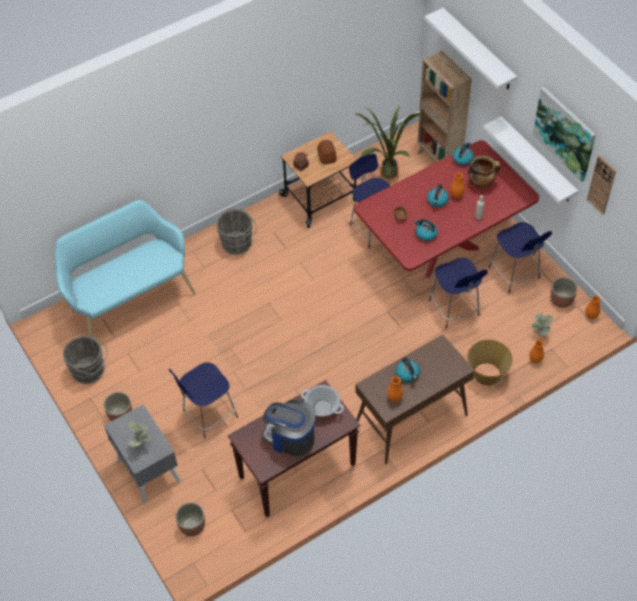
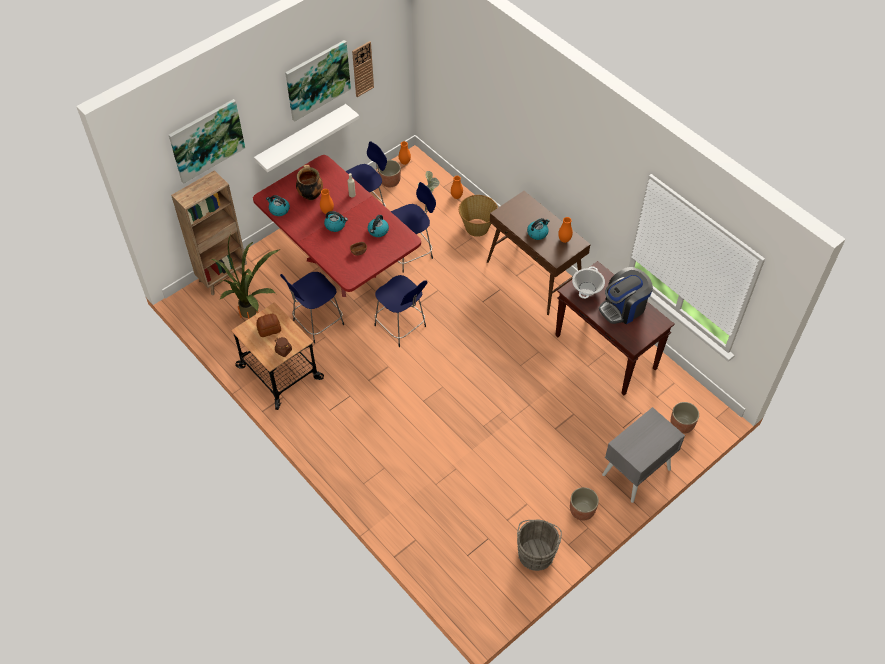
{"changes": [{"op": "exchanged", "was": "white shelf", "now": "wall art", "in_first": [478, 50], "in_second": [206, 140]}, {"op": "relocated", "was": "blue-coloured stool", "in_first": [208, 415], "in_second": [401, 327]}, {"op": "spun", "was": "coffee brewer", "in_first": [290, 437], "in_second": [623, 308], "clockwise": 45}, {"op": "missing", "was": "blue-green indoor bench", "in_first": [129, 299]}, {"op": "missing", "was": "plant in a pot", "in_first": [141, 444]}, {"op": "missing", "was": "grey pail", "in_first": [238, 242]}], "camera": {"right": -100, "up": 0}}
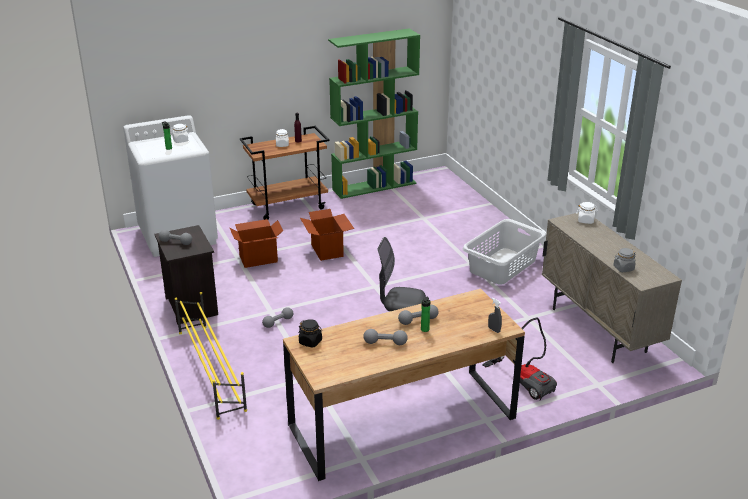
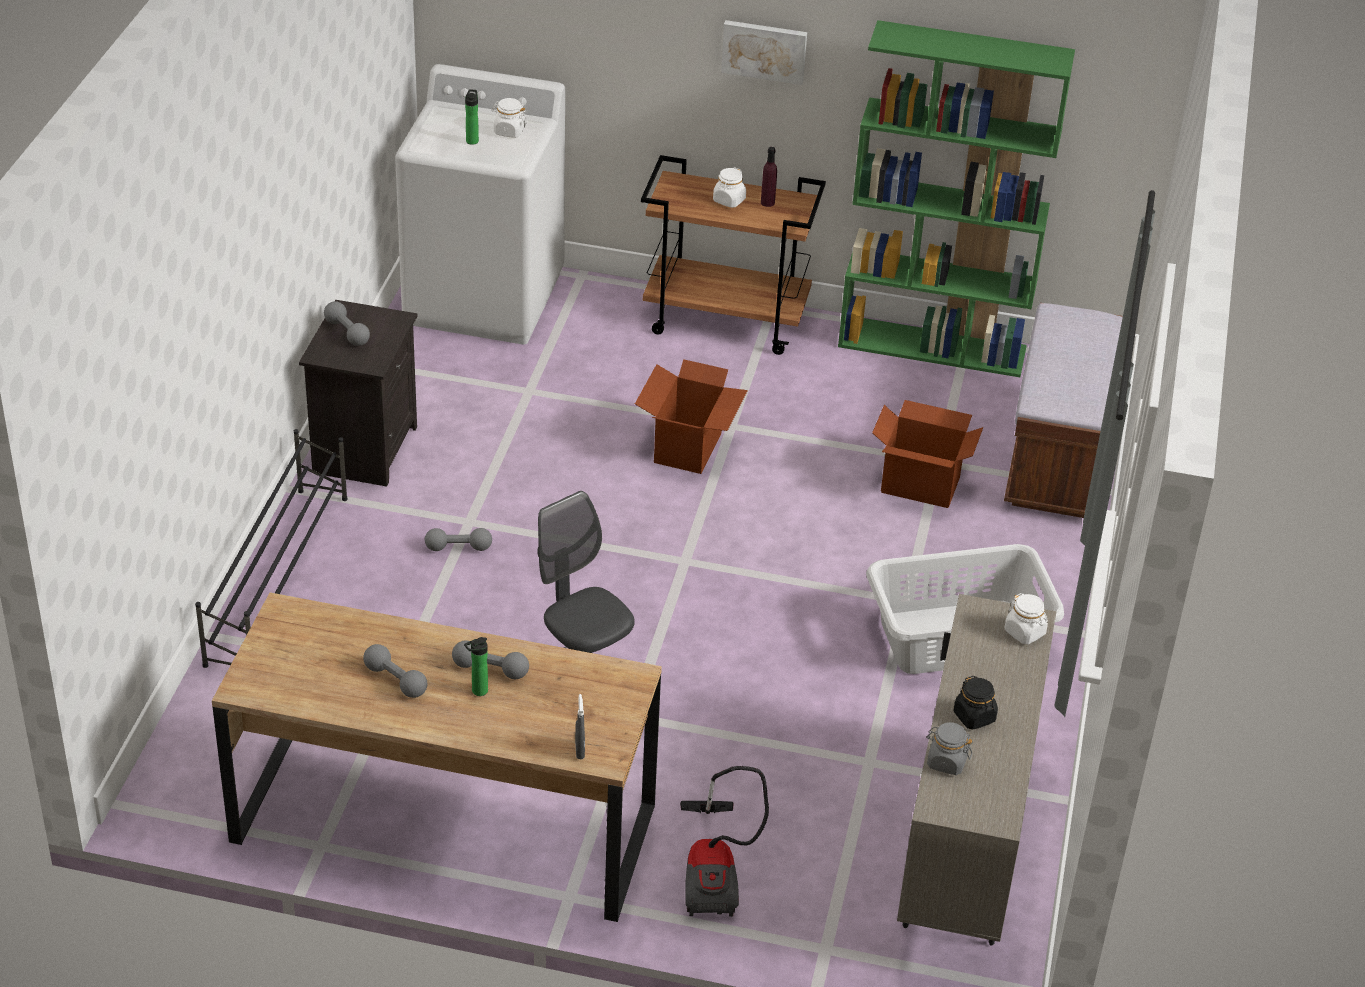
{"changes": [{"op": "colour", "was": "yellow shoe stand", "now": "black shoe stand", "in_first": [211, 369], "in_second": [279, 578]}, {"op": "appeared", "now": "wall art", "in_second": [764, 50]}, {"op": "relocated", "was": "cardboard box", "in_first": [258, 258], "in_second": [920, 484]}, {"op": "relocated", "was": "black jar", "in_first": [310, 342], "in_second": [974, 717]}, {"op": "appeared", "now": "brown indoor bench", "in_second": [1060, 458]}], "camera": {"right": 35, "up": 10}}
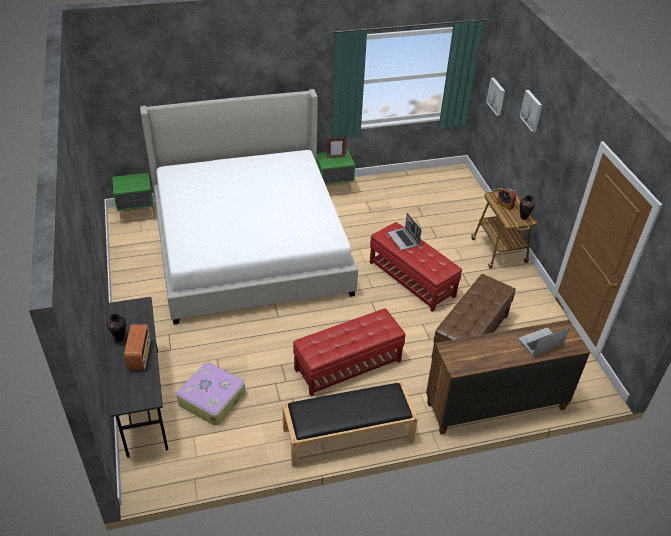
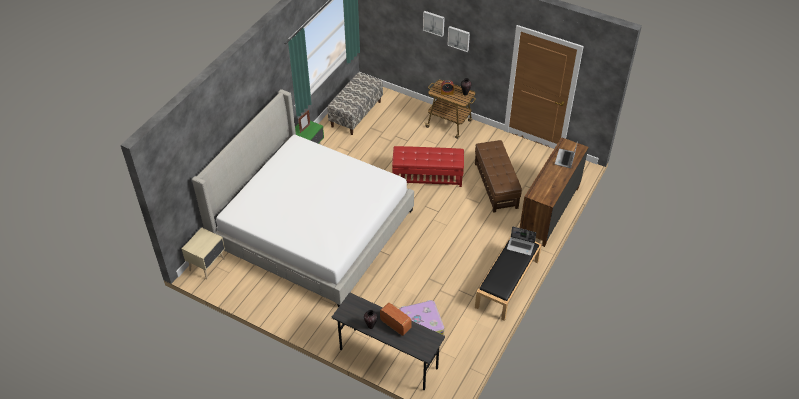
{"changes": [{"op": "colour", "was": "green night table", "now": "sand-coloured night table", "in_first": [137, 214], "in_second": [208, 264]}, {"op": "appeared", "now": "indoor bench", "in_second": [356, 114]}, {"op": "relocated", "was": "wall art", "in_first": [496, 96], "in_second": [459, 38]}, {"op": "relocated", "was": "portable computer", "in_first": [404, 239], "in_second": [521, 246]}, {"op": "missing", "was": "red-coloured footrest", "in_first": [348, 365]}], "camera": {"right": -45, "up": 5}}
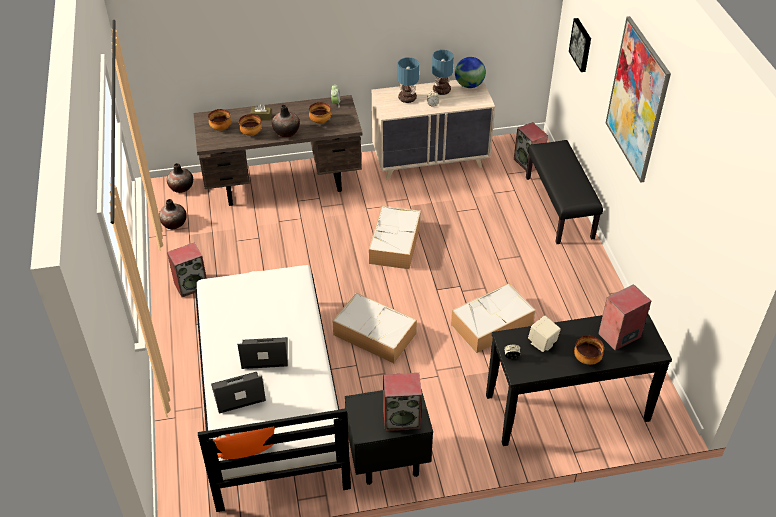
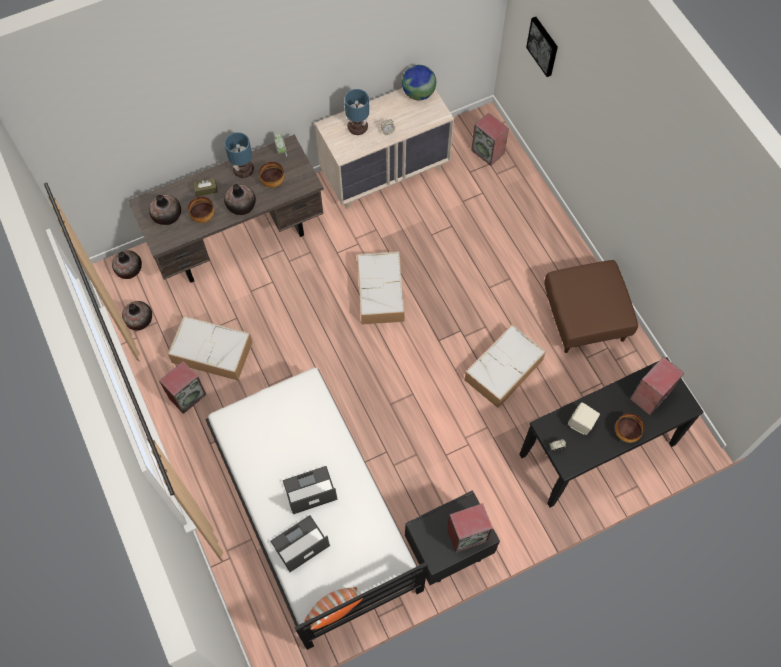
{"changes": [{"op": "exchanged", "was": "deep dish", "now": "flower vase", "in_first": [221, 128], "in_second": [167, 216]}, {"op": "relocated", "was": "storage box", "in_first": [376, 334], "in_second": [213, 352]}, {"op": "relocated", "was": "table lamp", "in_first": [441, 91], "in_second": [243, 171]}, {"op": "appeared", "now": "brown footrest", "in_second": [585, 317]}, {"op": "missing", "was": "black indoor bench", "in_first": [559, 207]}, {"op": "missing", "was": "wall art", "in_first": [637, 100]}], "camera": {"right": -15, "up": 20}}
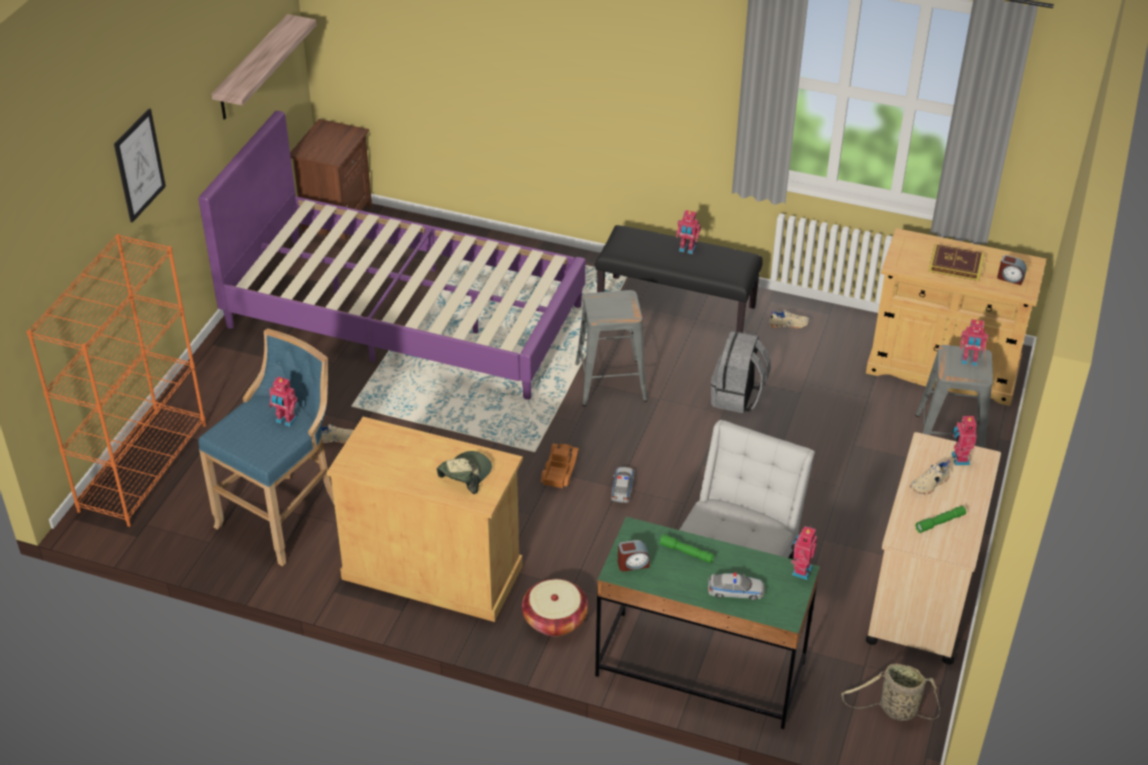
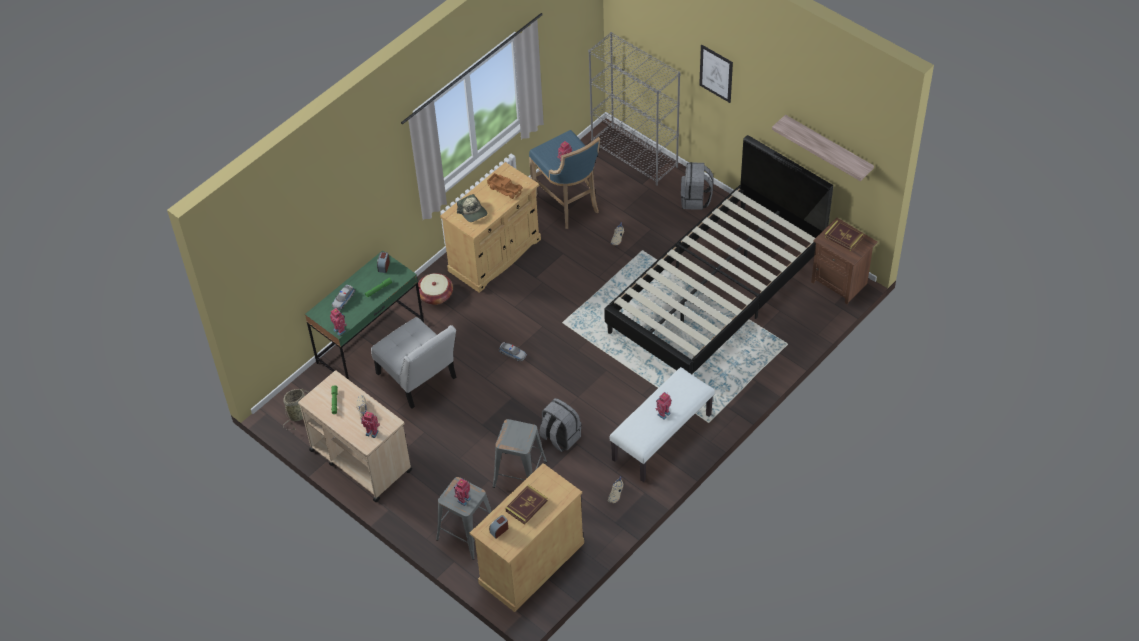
{"changes": [{"op": "relocated", "was": "model truck", "in_first": [558, 470], "in_second": [505, 188]}, {"op": "relocated", "was": "grey stool", "in_first": [610, 381], "in_second": [520, 474]}, {"op": "colour", "was": "orange bookcase", "now": "grey bookcase", "in_first": [143, 466], "in_second": [635, 156]}, {"op": "colour", "was": "purple-coloured bedroom bed", "now": "black bedroom bed", "in_first": [404, 316], "in_second": [716, 293]}, {"op": "colour", "was": "black indoor bench", "now": "white indoor bench", "in_first": [677, 307], "in_second": [662, 438]}, {"op": "appeared", "now": "grey knapsack", "in_second": [696, 199]}, {"op": "appeared", "now": "book", "in_second": [843, 237]}], "camera": {"right": 115, "up": 10}}
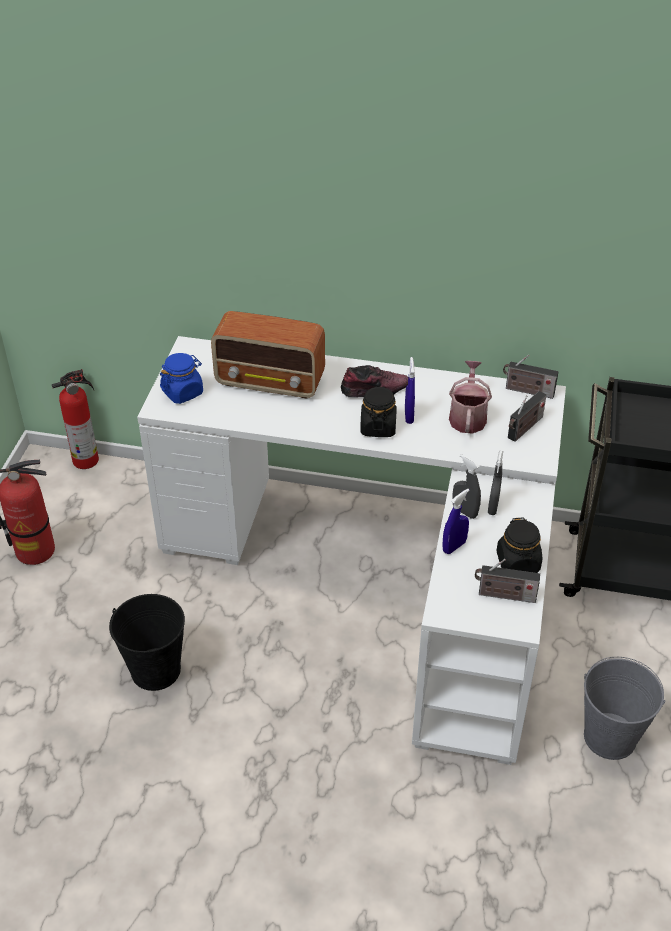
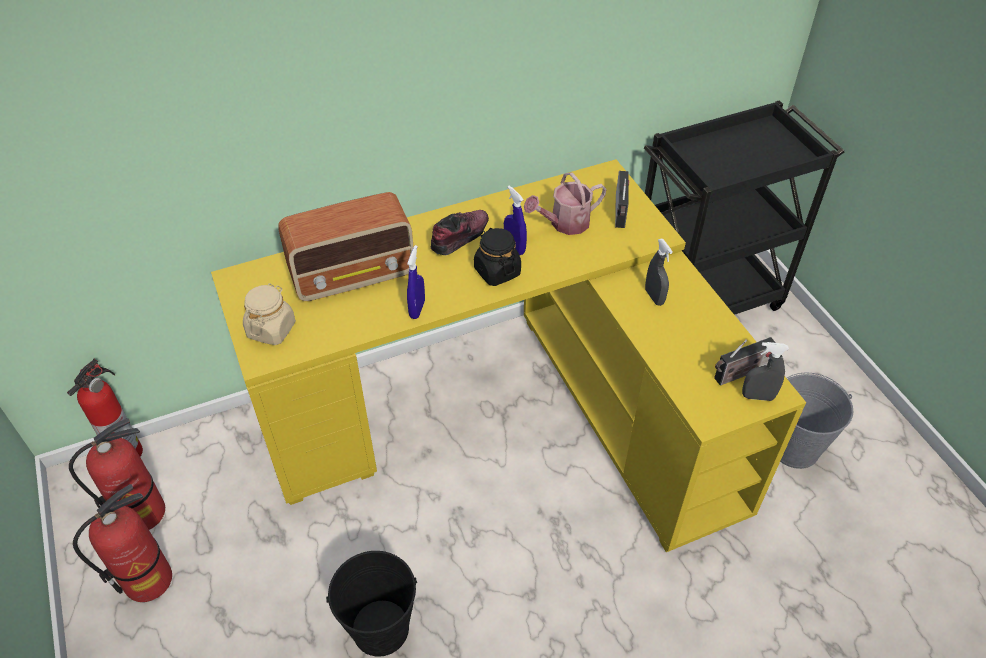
{"changes": [{"op": "appeared", "now": "extinguisher", "in_second": [143, 513]}, {"op": "colour", "was": "white desk table", "now": "yellow desk table", "in_first": [383, 574], "in_second": [510, 410]}, {"op": "colour", "was": "blue-coloured jar", "now": "sand-coloured jar", "in_first": [183, 392], "in_second": [271, 329]}, {"op": "relocated", "was": "blue-coloured hand sprayer", "in_first": [454, 546], "in_second": [417, 309]}, {"op": "spun", "was": "watering pot", "in_first": [468, 416], "in_second": [564, 223], "clockwise": -90}, {"op": "relocated", "was": "grey hand sprayer", "in_first": [464, 512], "in_second": [757, 396]}, {"op": "missing", "was": "black jar", "in_first": [518, 563]}, {"op": "missing", "was": "radio set", "in_first": [527, 391]}], "camera": {"right": -35, "up": 5}}
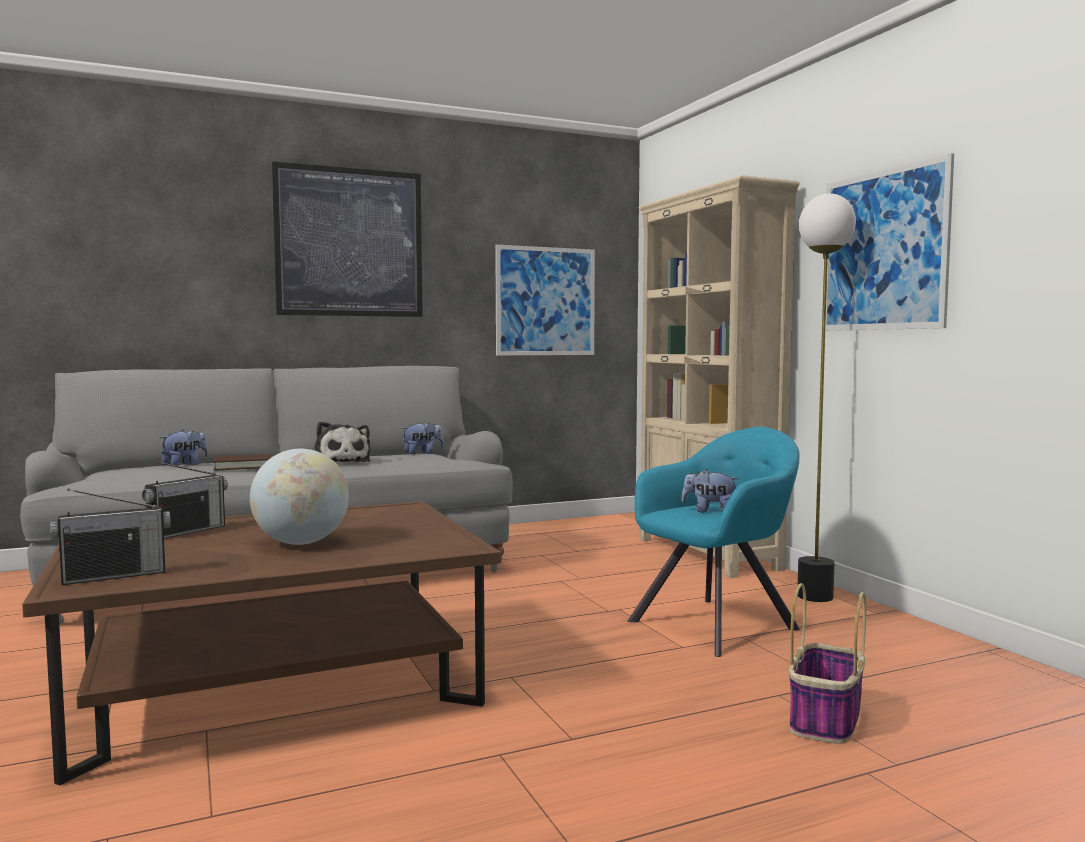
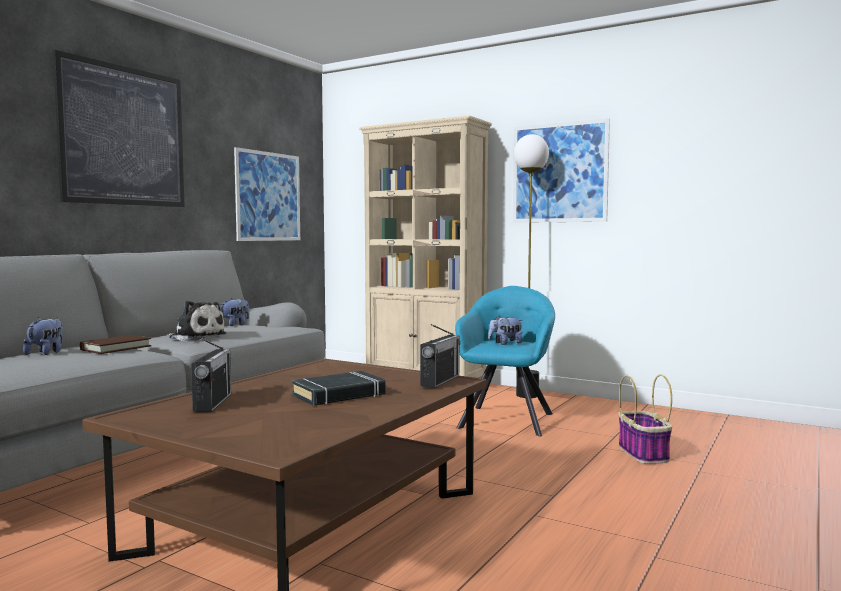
{"changes": [{"op": "exchanged", "was": "world globe", "now": "black book", "in_first": [301, 543], "in_second": [339, 395]}, {"op": "relocated", "was": "radio set", "in_first": [114, 576], "in_second": [440, 381]}], "camera": {"right": -35, "up": 0}}
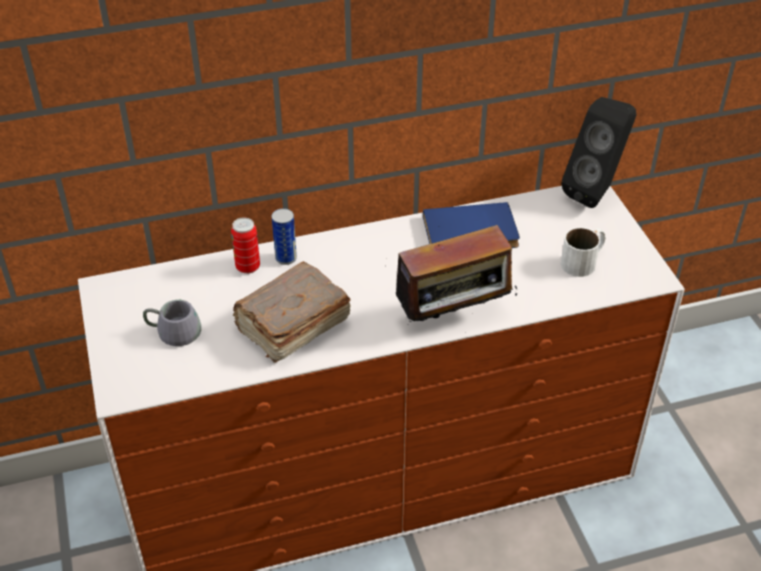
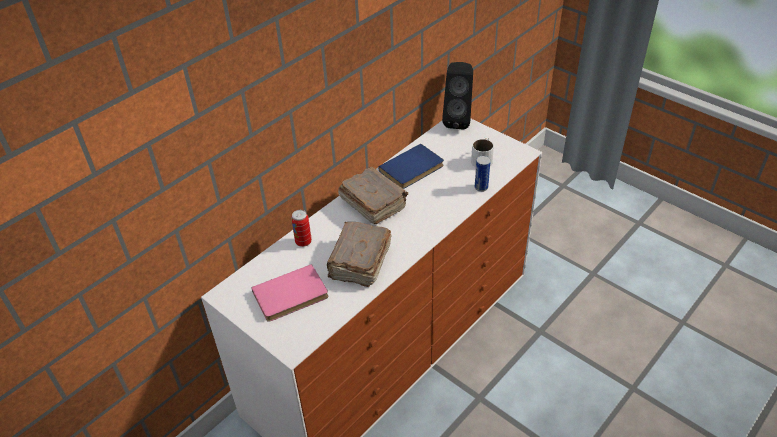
{"changes": [{"op": "exchanged", "was": "grey coffee mug", "now": "pinkish book", "in_first": [174, 328], "in_second": [291, 296]}, {"op": "appeared", "now": "brown book", "in_second": [373, 203]}, {"op": "relocated", "was": "sealed can", "in_first": [286, 258], "in_second": [481, 187]}, {"op": "missing", "was": "radio set", "in_first": [454, 318]}], "camera": {"right": -30, "up": 0}}
